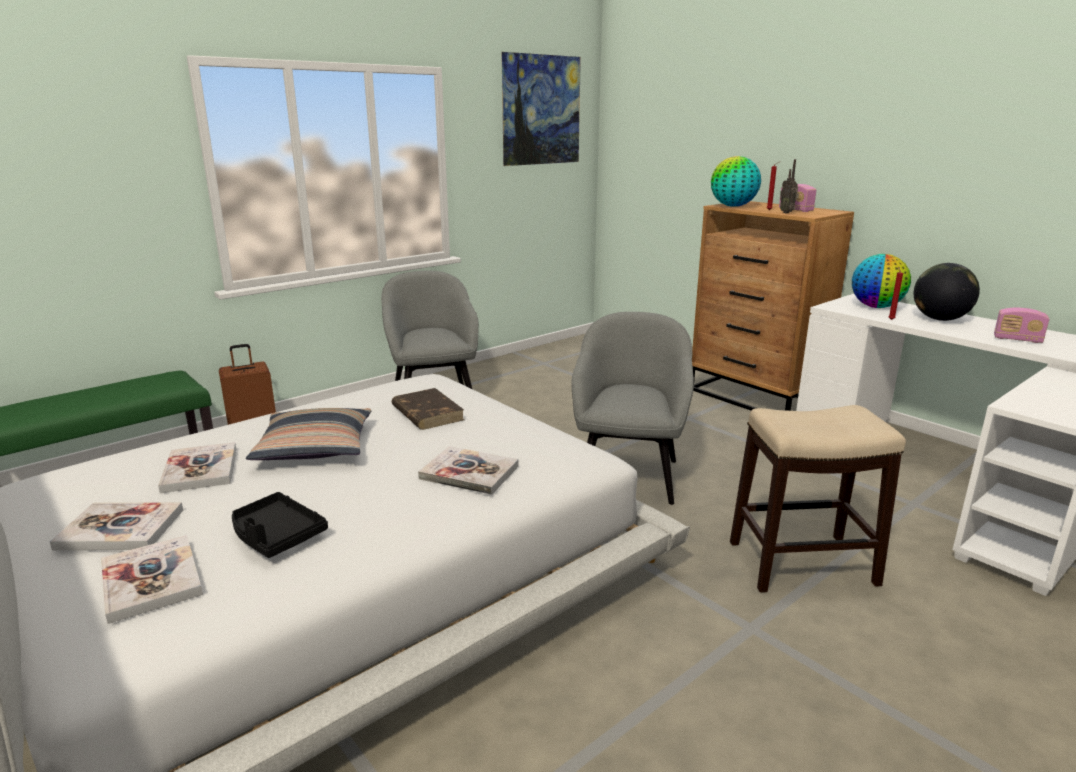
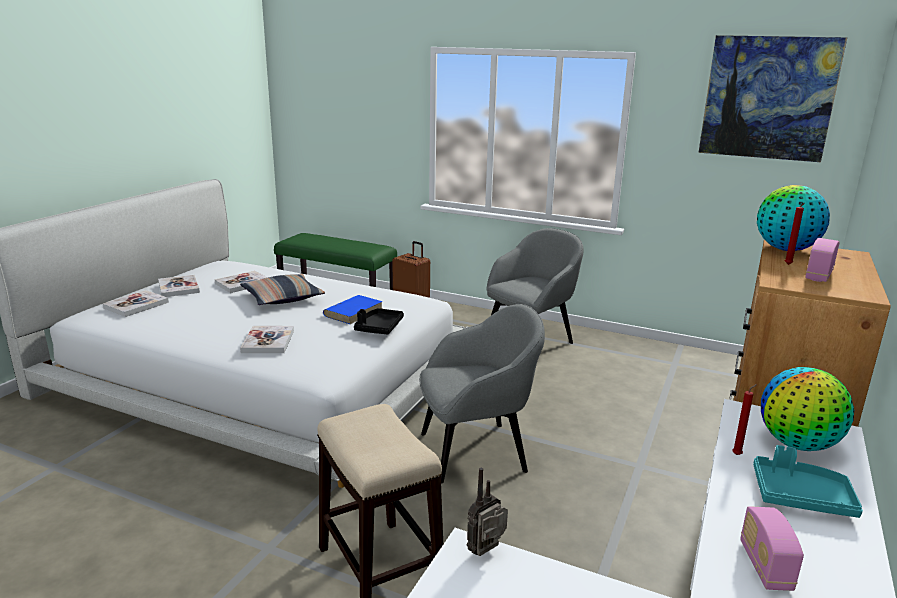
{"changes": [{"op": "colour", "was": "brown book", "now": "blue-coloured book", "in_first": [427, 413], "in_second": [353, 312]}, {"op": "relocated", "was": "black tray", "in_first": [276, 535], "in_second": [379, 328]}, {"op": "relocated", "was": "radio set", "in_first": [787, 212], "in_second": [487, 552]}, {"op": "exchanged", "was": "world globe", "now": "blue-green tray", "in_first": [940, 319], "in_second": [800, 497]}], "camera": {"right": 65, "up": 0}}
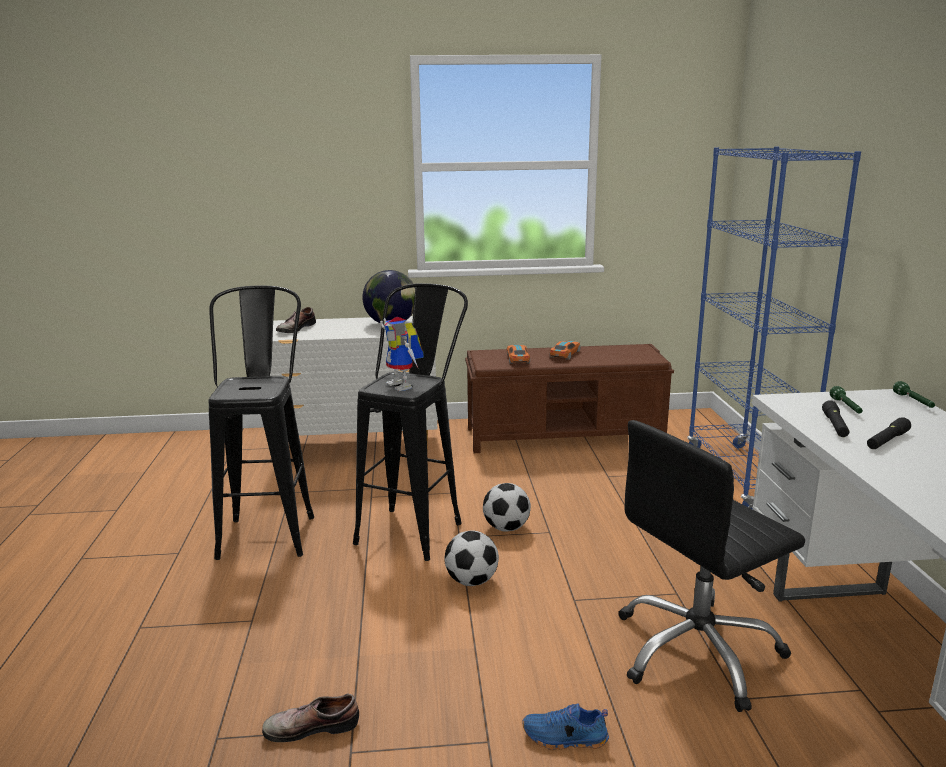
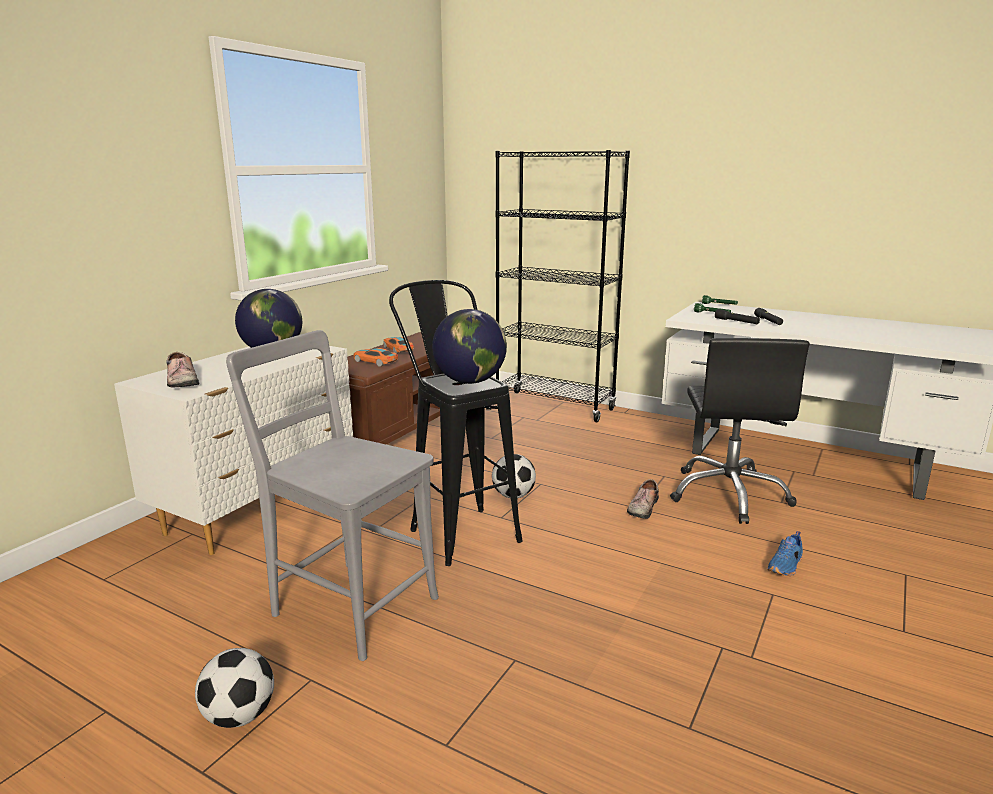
{"changes": [{"op": "relocated", "was": "football ball", "in_first": [472, 581], "in_second": [239, 716]}, {"op": "exchanged", "was": "black stool", "now": "grey upright chair", "in_first": [270, 529], "in_second": [349, 603]}, {"op": "exchanged", "was": "toy robot", "now": "world globe", "in_first": [404, 386], "in_second": [470, 381]}, {"op": "colour", "was": "blue-coloured bookcase", "now": "black bookcase", "in_first": [743, 477], "in_second": [555, 406]}, {"op": "relocated", "was": "item of footwear", "in_first": [312, 725], "in_second": [642, 507]}], "camera": {"right": -55, "up": 0}}
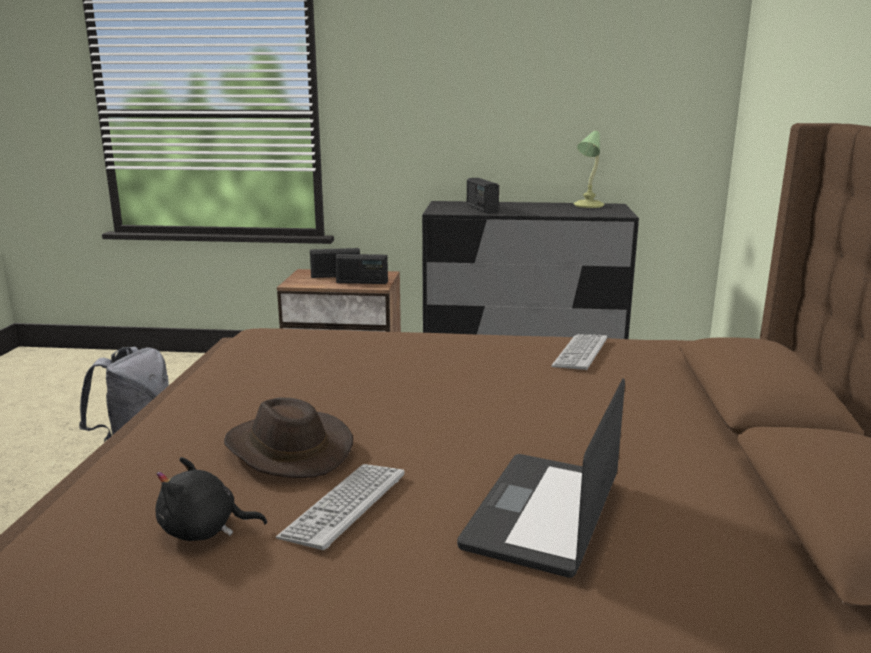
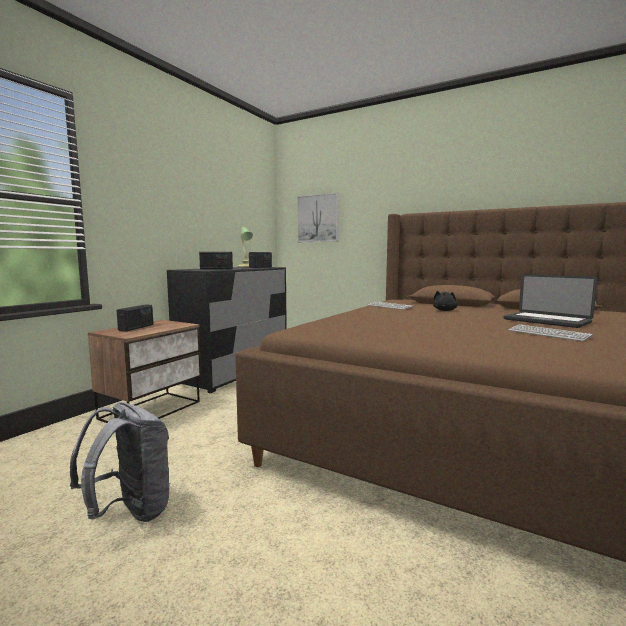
{"changes": [{"op": "relocated", "was": "radio set", "in_first": [362, 282], "in_second": [261, 267]}, {"op": "appeared", "now": "wall art", "in_second": [318, 218]}, {"op": "relocated", "was": "black cuddly toy", "in_first": [204, 530], "in_second": [445, 310]}, {"op": "missing", "was": "brown clothing hat", "in_first": [286, 450]}], "camera": {"right": -65, "up": -10}}
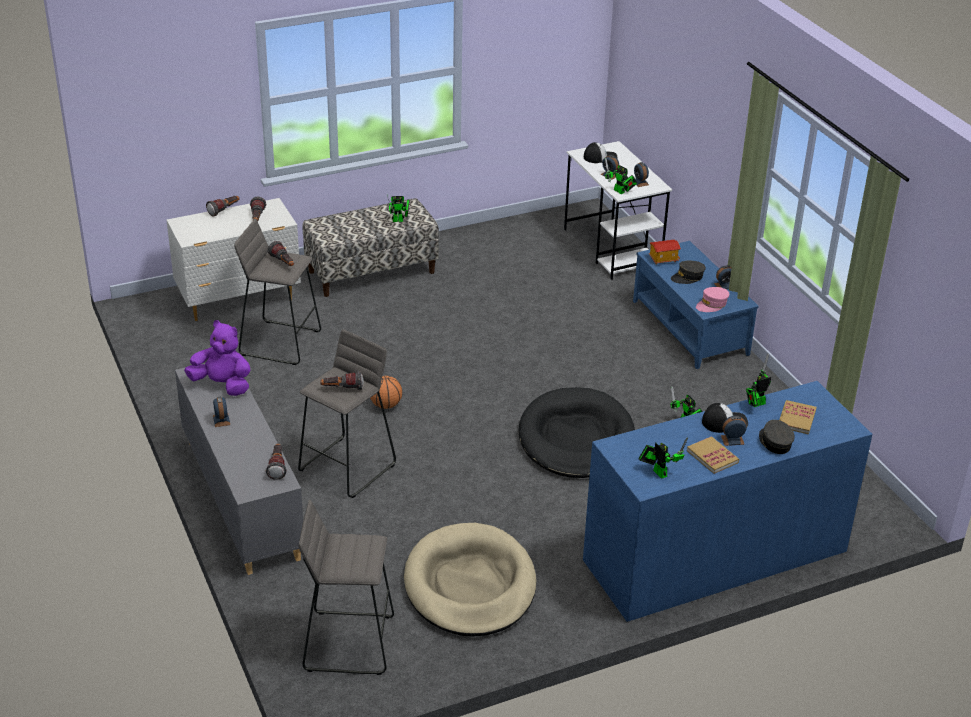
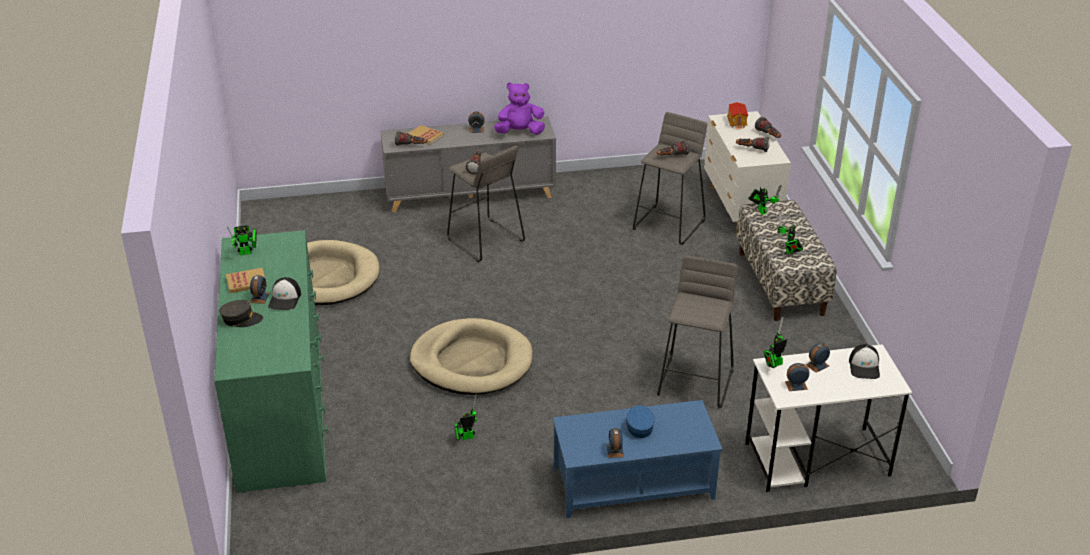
{"changes": [{"op": "colour", "was": "blue-coloured chest of drawers", "now": "green chest of drawers", "in_first": [715, 555], "in_second": [280, 408]}, {"op": "relocated", "was": "book", "in_first": [796, 419], "in_second": [425, 136]}, {"op": "colour", "was": "black dog bed", "now": "sand-coloured dog bed", "in_first": [576, 438], "in_second": [471, 362]}, {"op": "spun", "was": "purple-coloured cuddly toy", "in_first": [222, 385], "in_second": [519, 132], "clockwise": -135}, {"op": "colour", "was": "grey cap", "now": "blue-coloured cap", "in_first": [688, 277], "in_second": [639, 426]}, {"op": "relocated", "was": "grey stool", "in_first": [348, 642], "in_second": [695, 382]}, {"op": "relocated", "was": "toy house", "in_first": [663, 259], "in_second": [737, 123]}, {"op": "relocated", "was": "toy robot", "in_first": [756, 404], "in_second": [761, 210]}, {"op": "missing", "was": "basketball", "in_first": [386, 405]}, {"op": "missing", "was": "pinkish cap", "in_first": [712, 304]}], "camera": {"right": 105, "up": 0}}
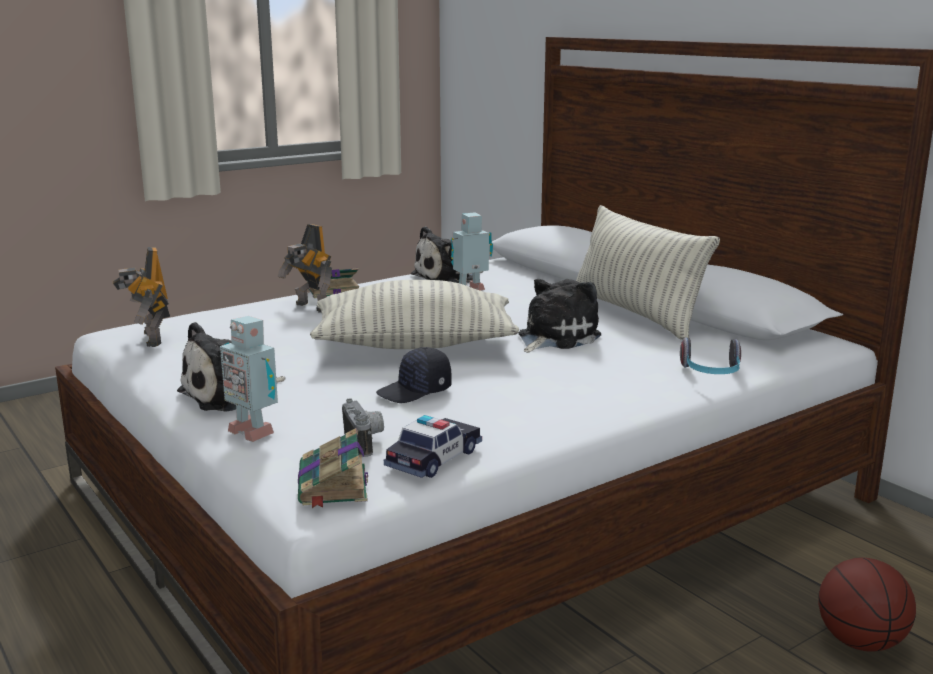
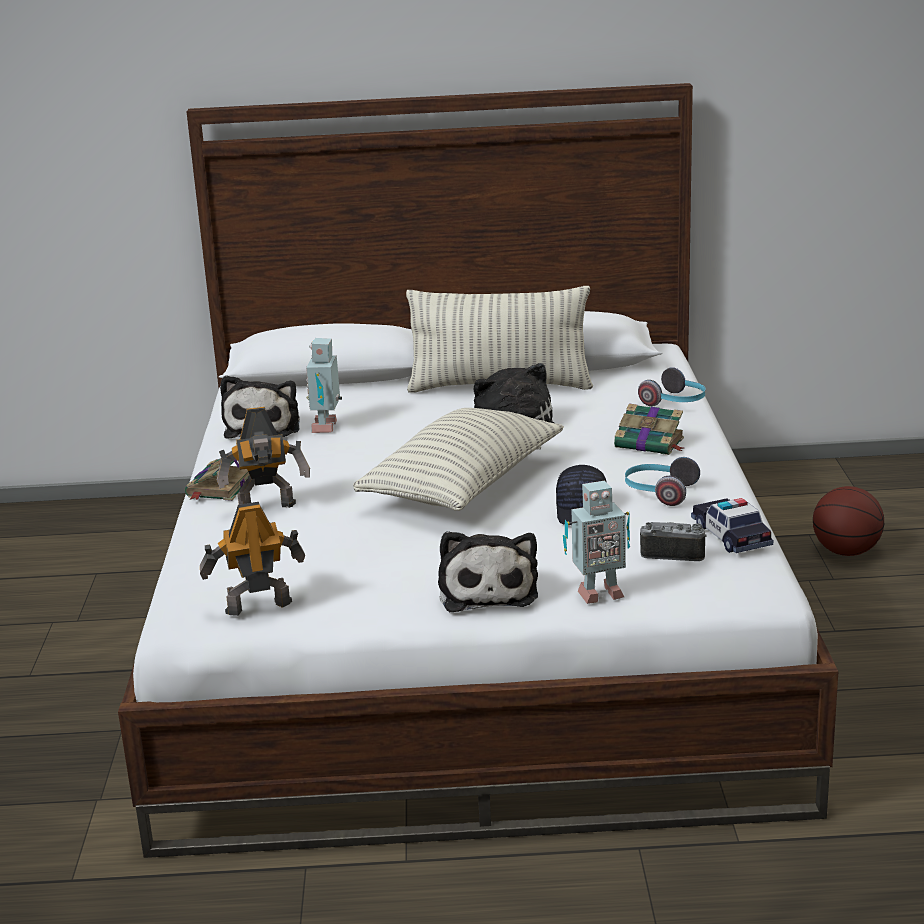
{"changes": [{"op": "spun", "was": "toy robot", "in_first": [149, 339], "in_second": [257, 606], "clockwise": 150}, {"op": "relocated", "was": "book", "in_first": [333, 486], "in_second": [650, 443]}, {"op": "appeared", "now": "headphones", "in_second": [659, 492]}], "camera": {"right": -55, "up": 5}}
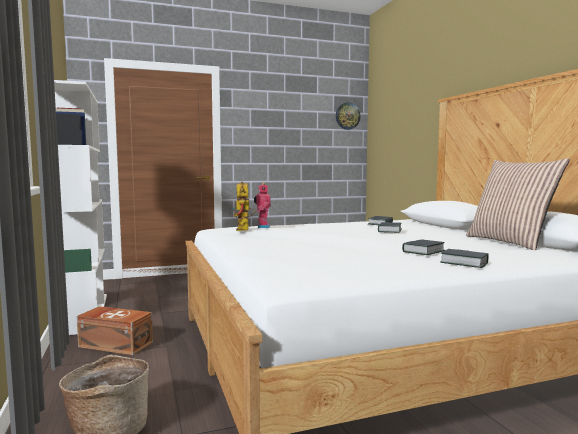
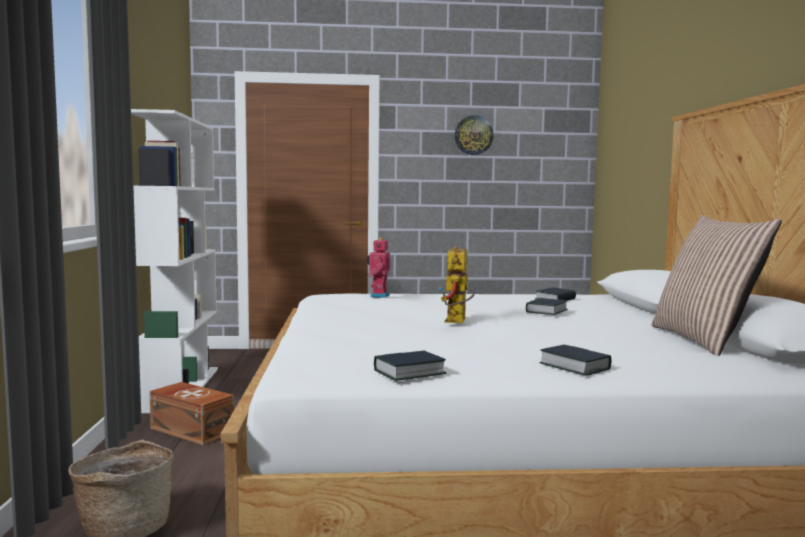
{"changes": [{"op": "relocated", "was": "book", "in_first": [423, 251], "in_second": [409, 372]}, {"op": "relocated", "was": "toy robot", "in_first": [244, 230], "in_second": [457, 322]}, {"op": "relocated", "was": "wall clock", "in_first": [347, 116], "in_second": [473, 135]}], "camera": {"right": 15, "up": 0}}
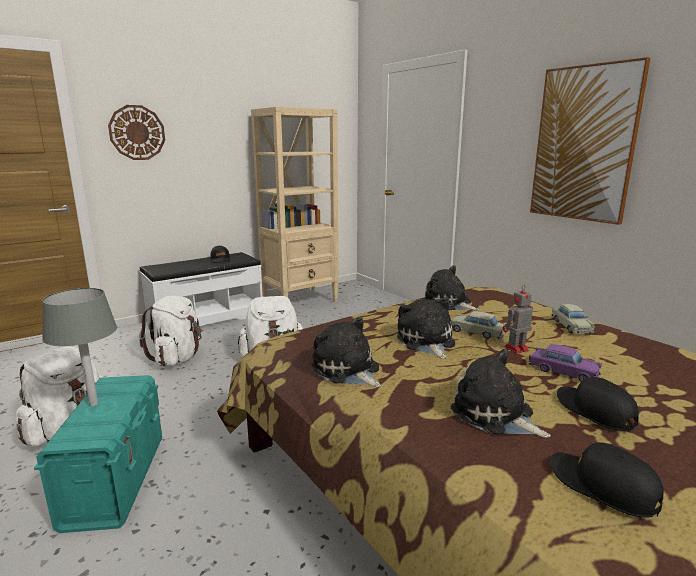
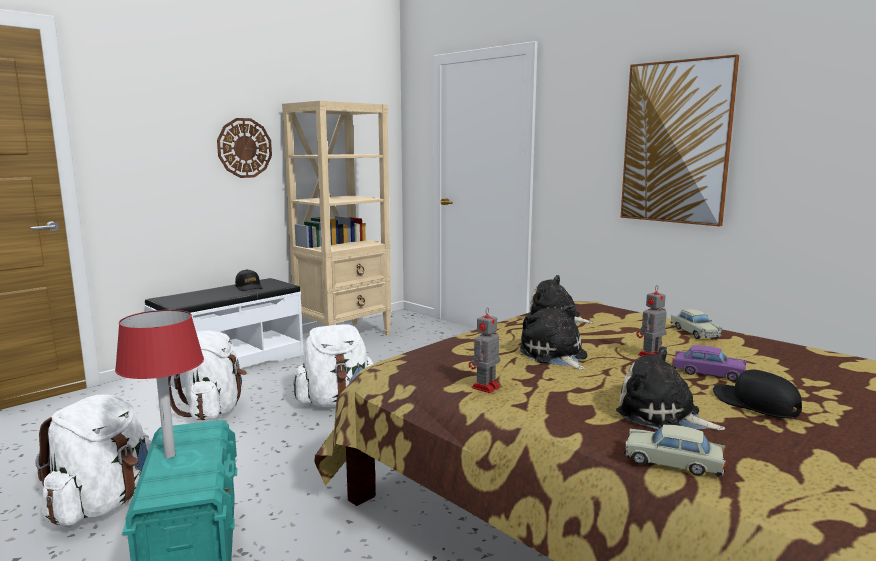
{"changes": [{"op": "colour", "was": "grey table lamp", "now": "red-coloured table lamp", "in_first": [94, 404], "in_second": [170, 455]}, {"op": "relocated", "was": "wall clock", "in_first": [137, 132], "in_second": [244, 148]}, {"op": "exchanged", "was": "cuddly toy", "now": "toy robot", "in_first": [347, 370], "in_second": [485, 388]}, {"op": "relocated", "was": "sand-coloured miniature car", "in_first": [477, 332], "in_second": [673, 462]}, {"op": "missing", "was": "black cap", "in_first": [602, 486]}], "camera": {"right": -10, "up": -5}}
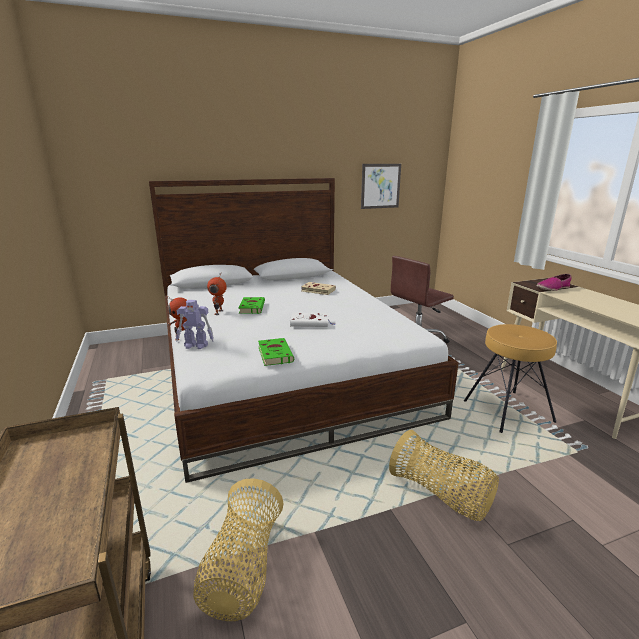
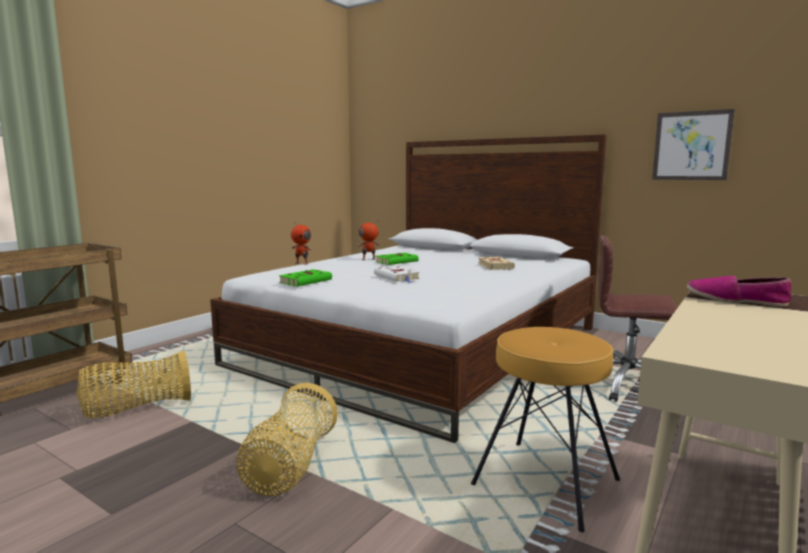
{"changes": [{"op": "missing", "was": "toy robot", "in_first": [196, 345]}], "camera": {"right": 55, "up": -10}}
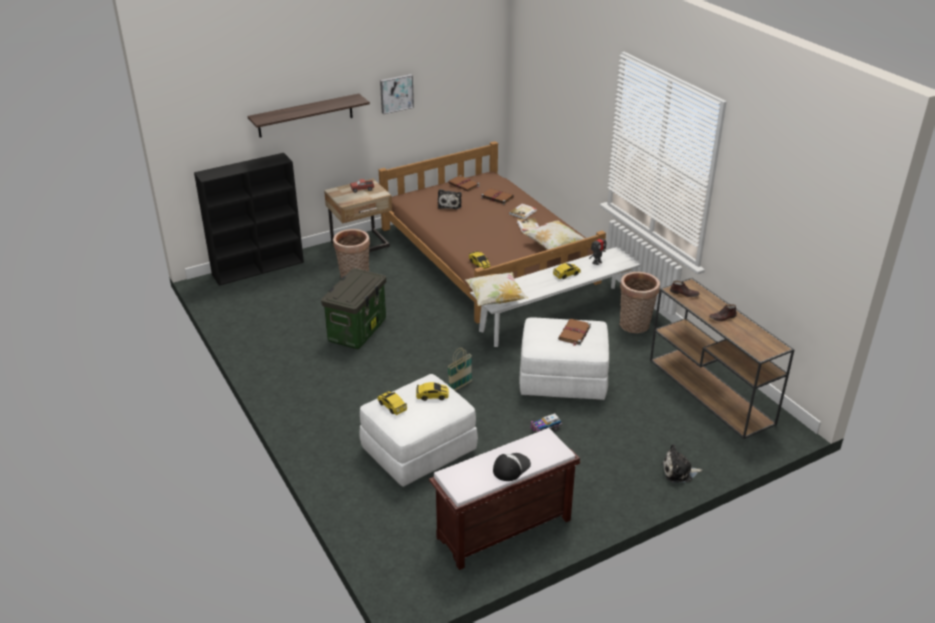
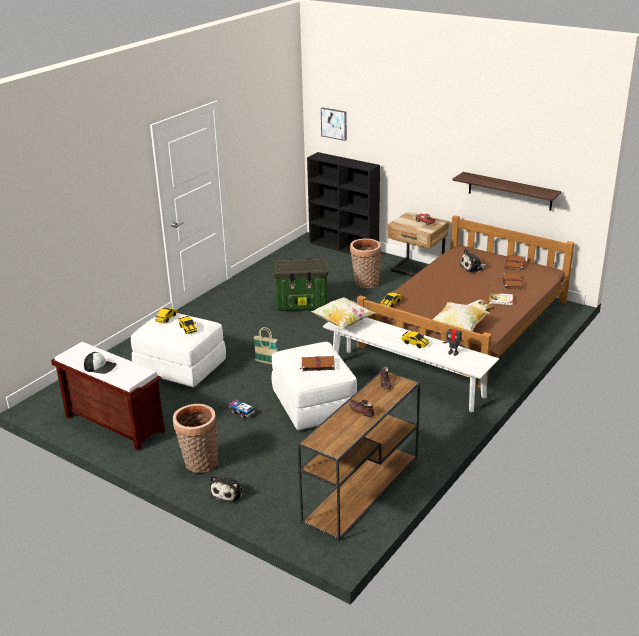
{"changes": [{"op": "relocated", "was": "storage basket", "in_first": [635, 326], "in_second": [199, 463]}, {"op": "spun", "was": "cuddly toy", "in_first": [679, 472], "in_second": [228, 493], "clockwise": -135}, {"op": "relocated", "was": "wall art", "in_first": [396, 93], "in_second": [334, 123]}, {"op": "relocated", "was": "shelf", "in_first": [305, 115], "in_second": [510, 191]}], "camera": {"right": 65, "up": -5}}
